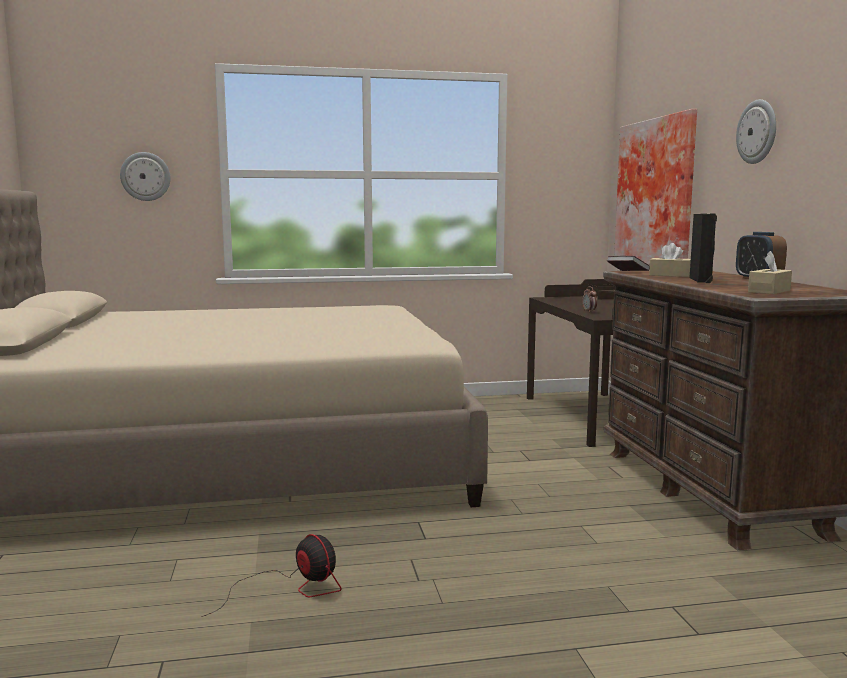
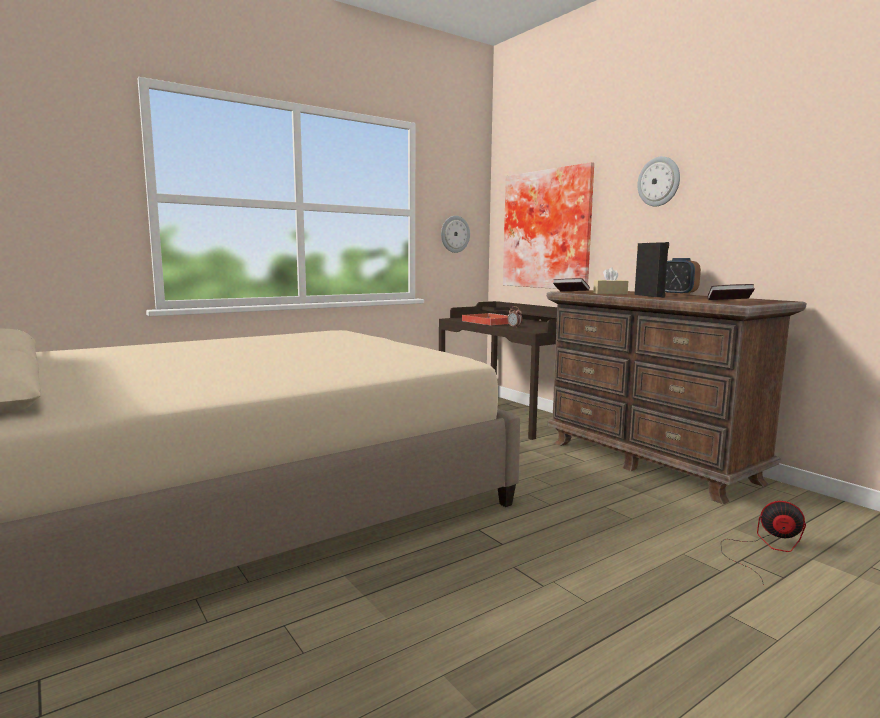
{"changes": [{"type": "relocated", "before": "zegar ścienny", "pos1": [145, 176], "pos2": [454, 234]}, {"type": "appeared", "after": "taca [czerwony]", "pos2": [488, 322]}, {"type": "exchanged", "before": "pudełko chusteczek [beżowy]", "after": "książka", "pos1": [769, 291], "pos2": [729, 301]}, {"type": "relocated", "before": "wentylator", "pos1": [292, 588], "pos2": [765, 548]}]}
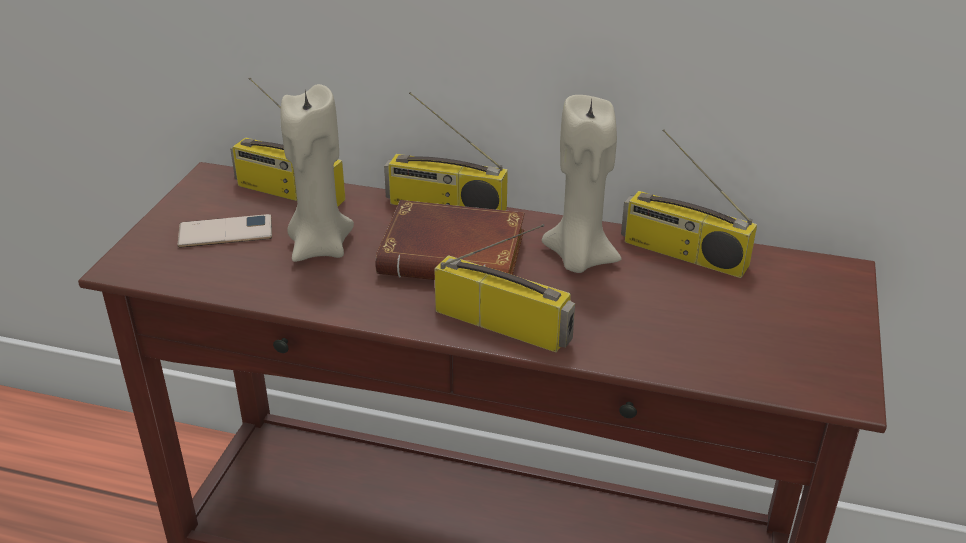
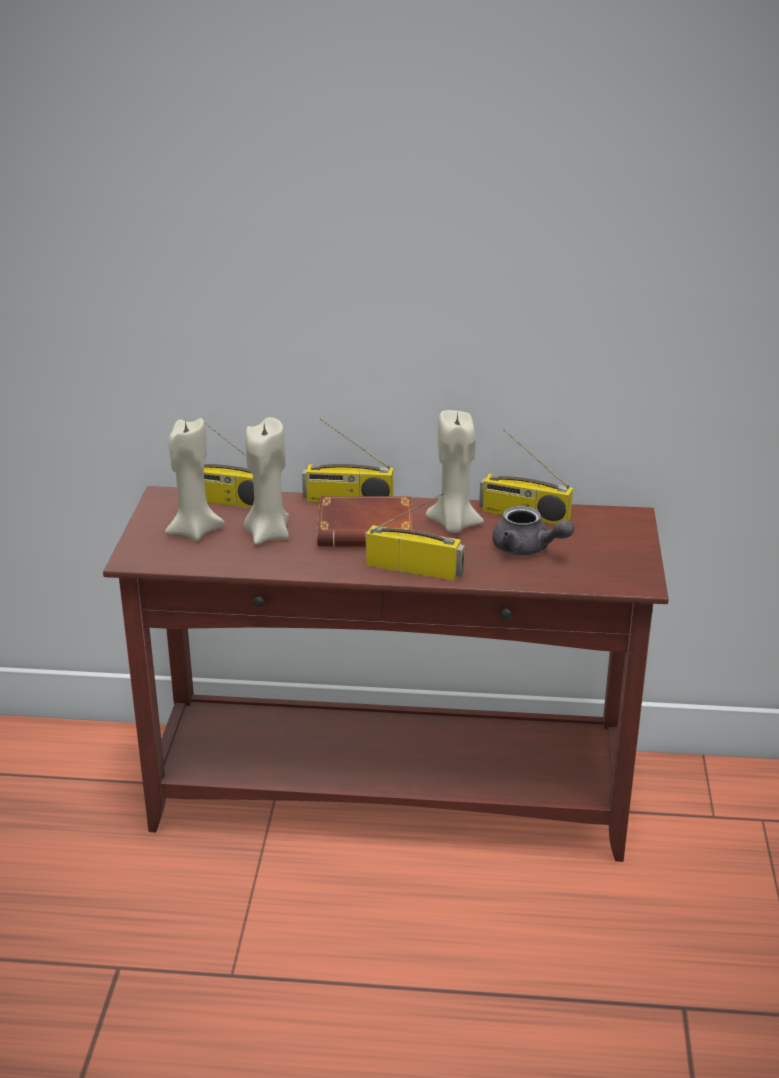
{"changes": [{"type": "exchanged", "before": "telefon", "after": "świeca [beżowy]", "pos1": [225, 232], "pos2": [194, 531]}, {"type": "appeared", "after": "imbryk [szary]", "pos2": [527, 549]}]}
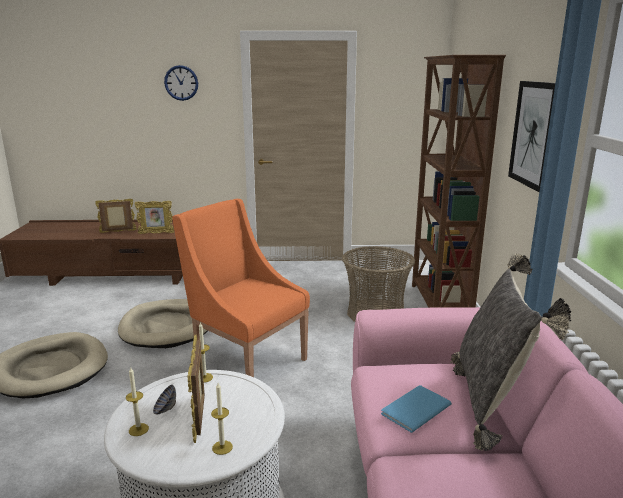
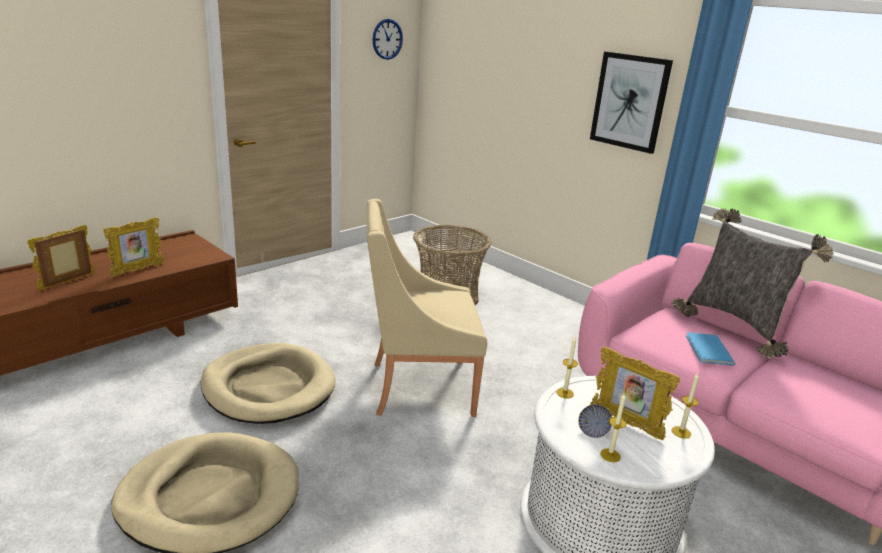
{"changes": [{"type": "colour", "before": "fotel [pomarańczowy]", "after": "fotel [beżowy]", "pos1": [246, 363], "pos2": [417, 387]}, {"type": "relocated", "before": "zegar ścienny", "pos1": [181, 83], "pos2": [387, 39]}, {"type": "missing", "before": "regał [brązowy]", "pos1": [439, 304]}]}
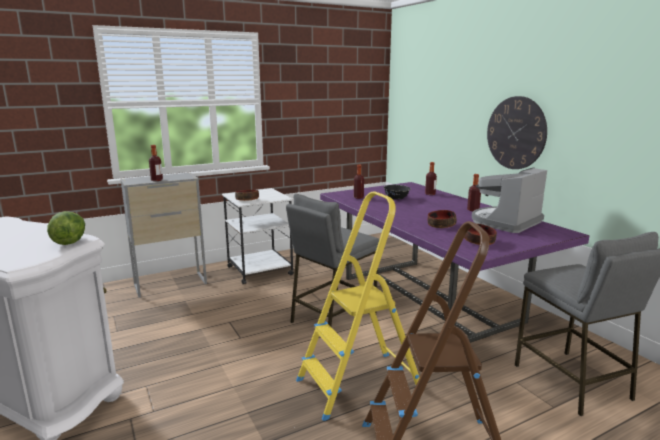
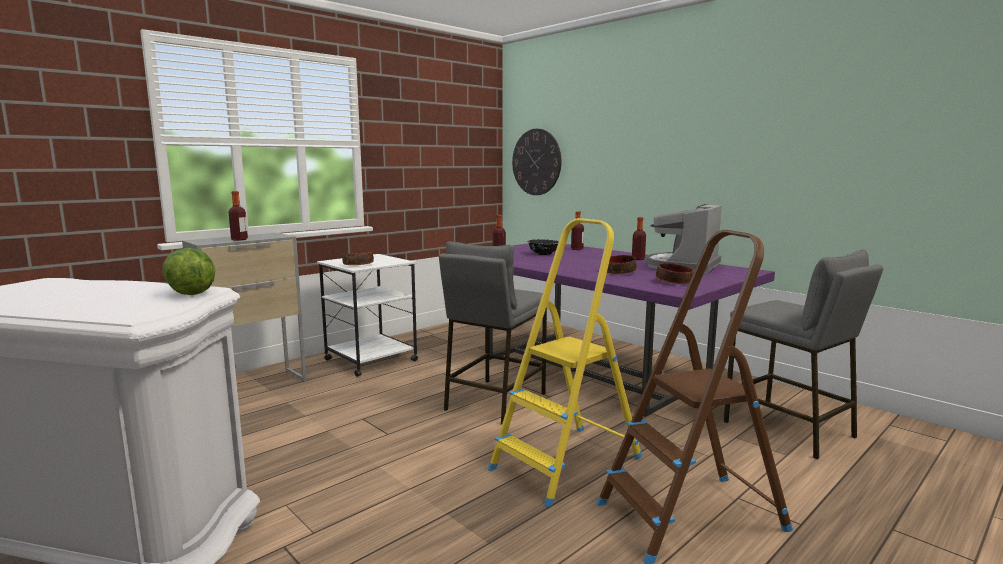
{"changes": [{"type": "relocated", "before": "zegar ścienny", "pos1": [516, 133], "pos2": [536, 162]}]}
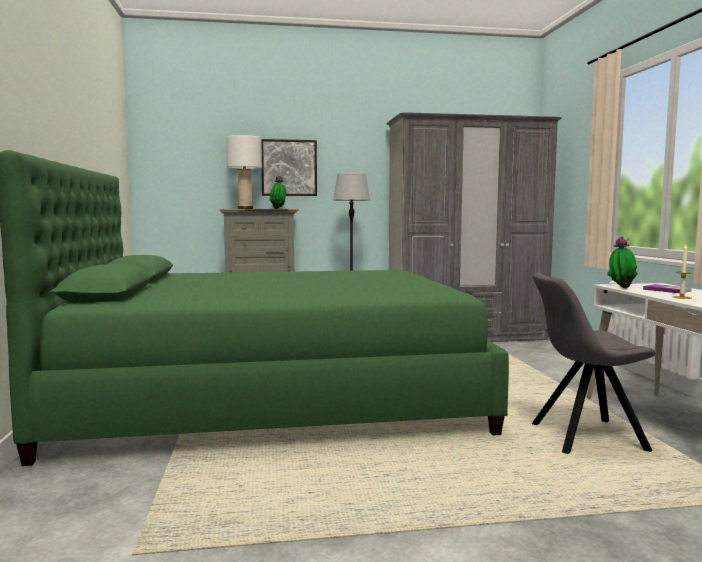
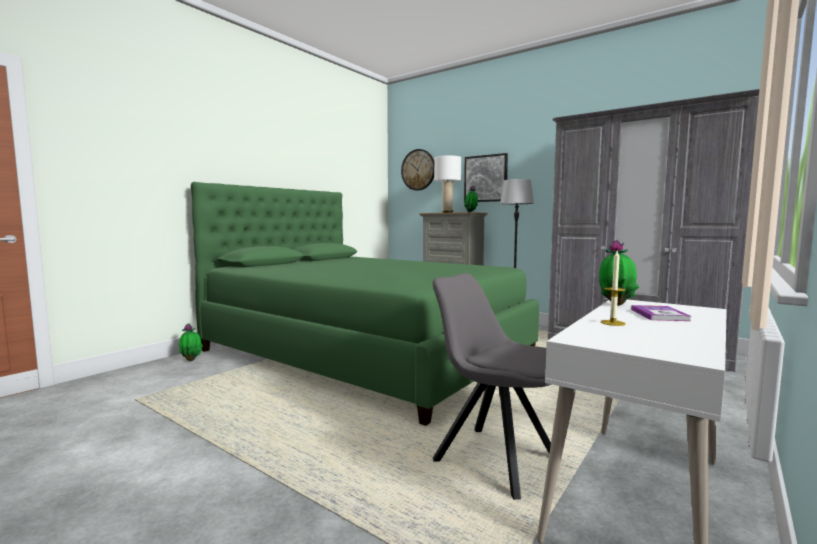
{"changes": [{"type": "appeared", "after": "roślina doniczkowa", "pos2": [191, 360]}, {"type": "appeared", "after": "zegar ścienny", "pos2": [418, 170]}]}
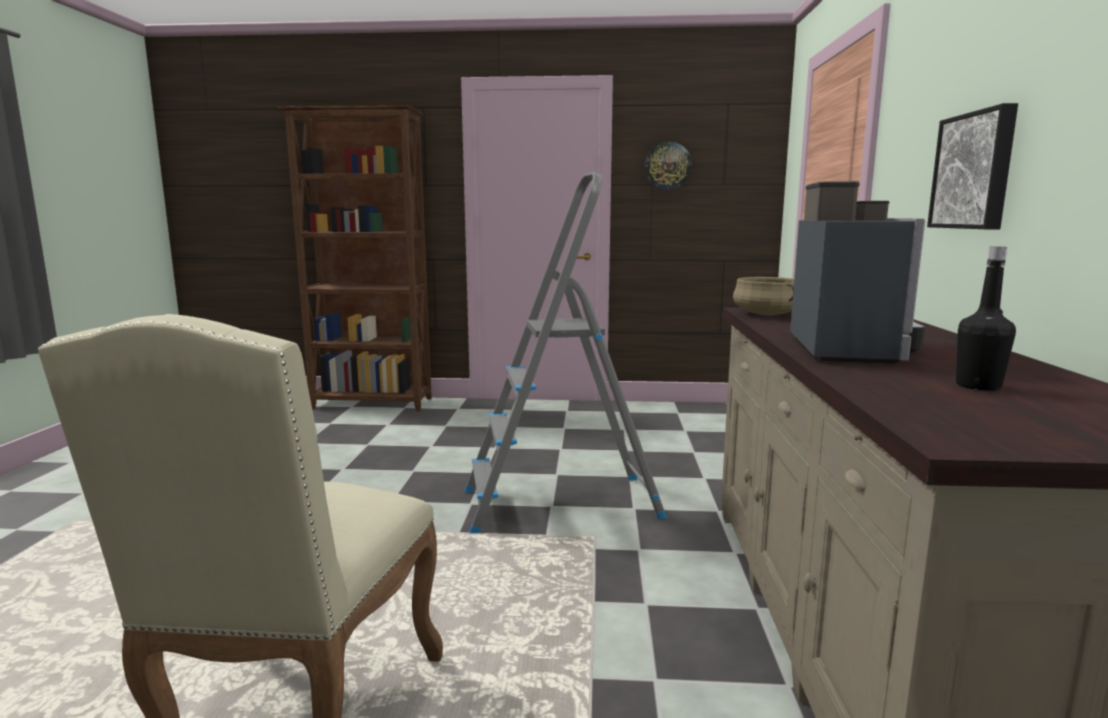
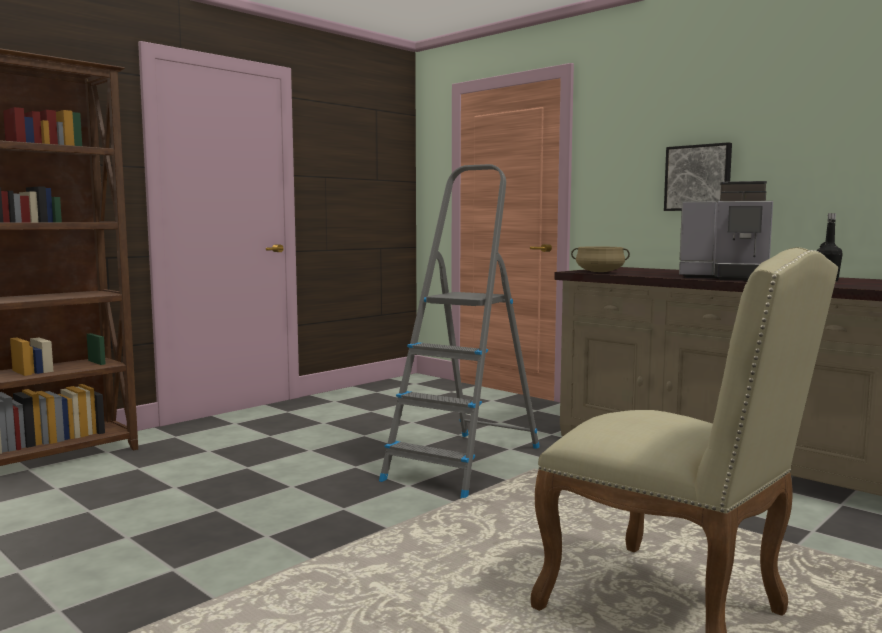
{"changes": [{"type": "spun", "before": "ekspres do kawy", "pos1": [851, 348], "pos2": [726, 277], "turn": 150}, {"type": "missing", "before": "zegar ścienny", "pos1": [667, 165]}]}
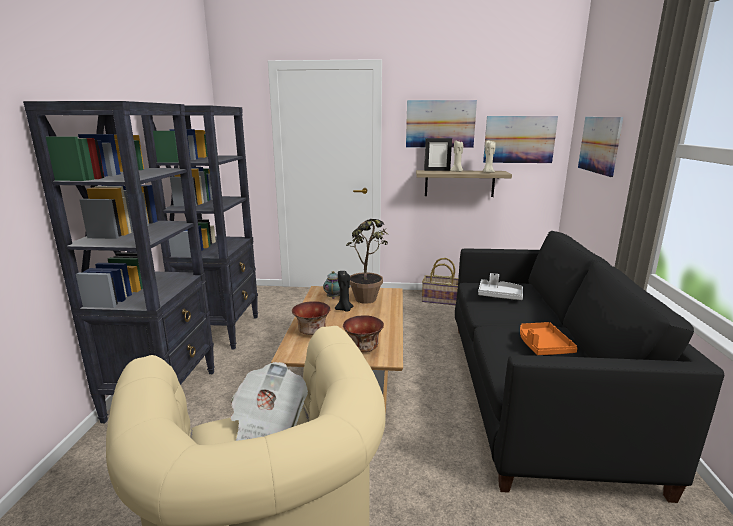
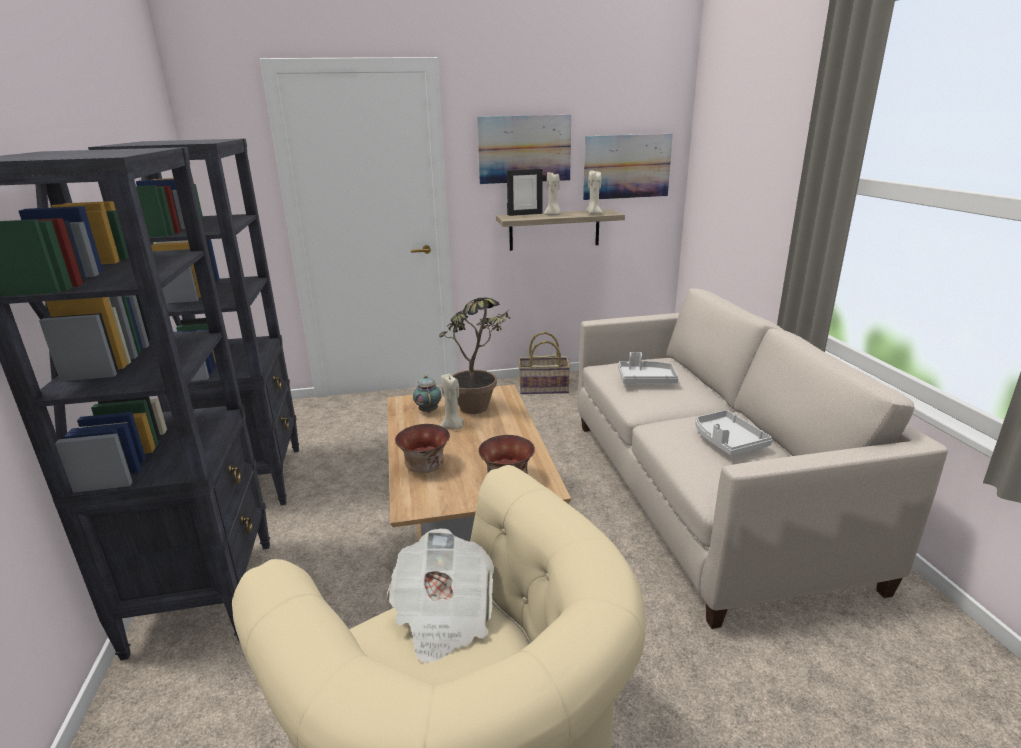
{"changes": [{"type": "colour", "before": "świeca [czarny]", "after": "świeca [beżowy]", "pos1": [344, 309], "pos2": [453, 427]}, {"type": "colour", "before": "kanapa [czarny]", "after": "kanapa [beżowy]", "pos1": [536, 392], "pos2": [703, 494]}, {"type": "colour", "before": "taca [pomarańczowy]", "after": "taca [szary]", "pos1": [542, 346], "pos2": [727, 441]}, {"type": "missing", "before": "obraz", "pos1": [599, 145]}]}
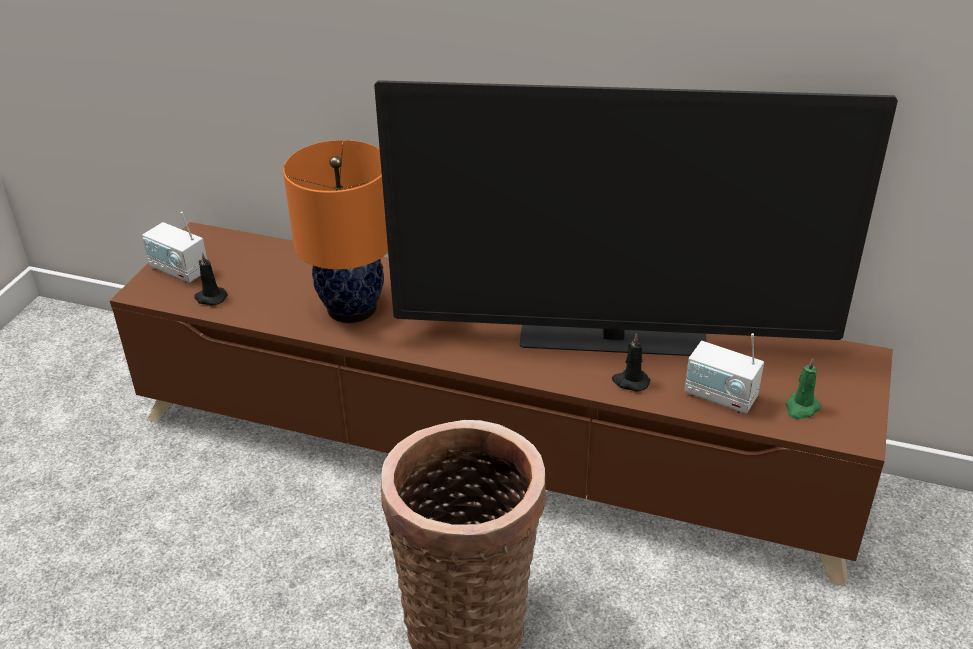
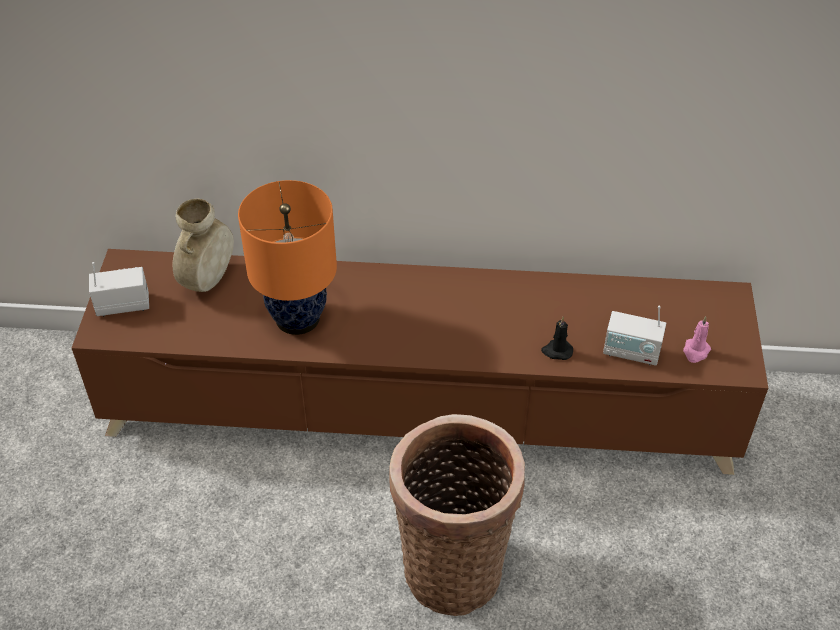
{"changes": [{"type": "spun", "before": "radio", "pos1": [179, 270], "pos2": [123, 305], "turn": 150}, {"type": "appeared", "after": "wazon [beżowy]", "pos2": [208, 280]}, {"type": "colour", "before": "świeca [zielony]", "after": "świeca [różowy]", "pos1": [801, 408], "pos2": [695, 351]}, {"type": "missing", "before": "świeca [czarny]", "pos1": [210, 298]}, {"type": "missing", "before": "telewizor", "pos1": [612, 342]}]}
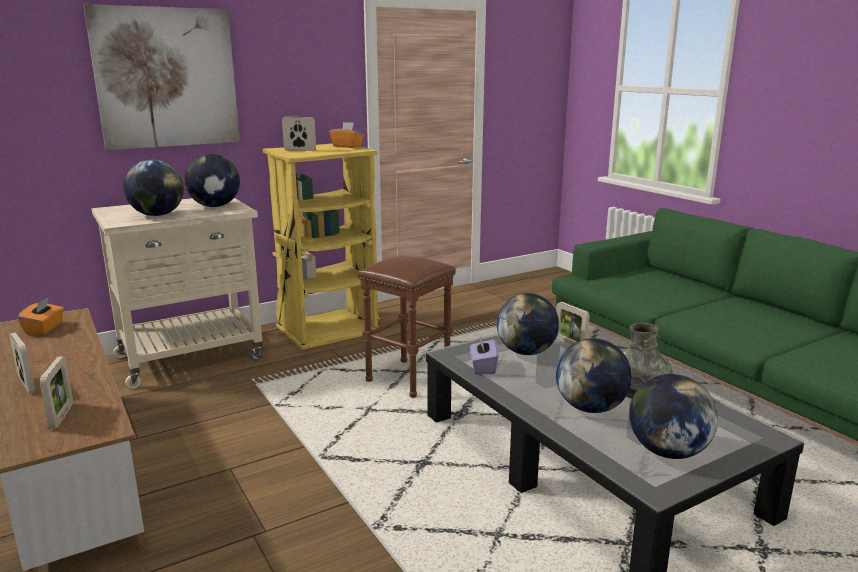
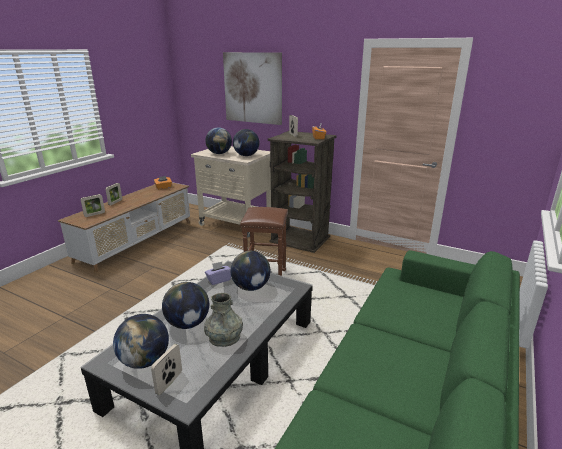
{"changes": [{"type": "relocated", "before": "ramka na zdjęcie", "pos1": [570, 343], "pos2": [169, 383]}, {"type": "colour", "before": "regał [żółty]", "after": "regał [brązowy]", "pos1": [329, 328], "pos2": [300, 239]}]}
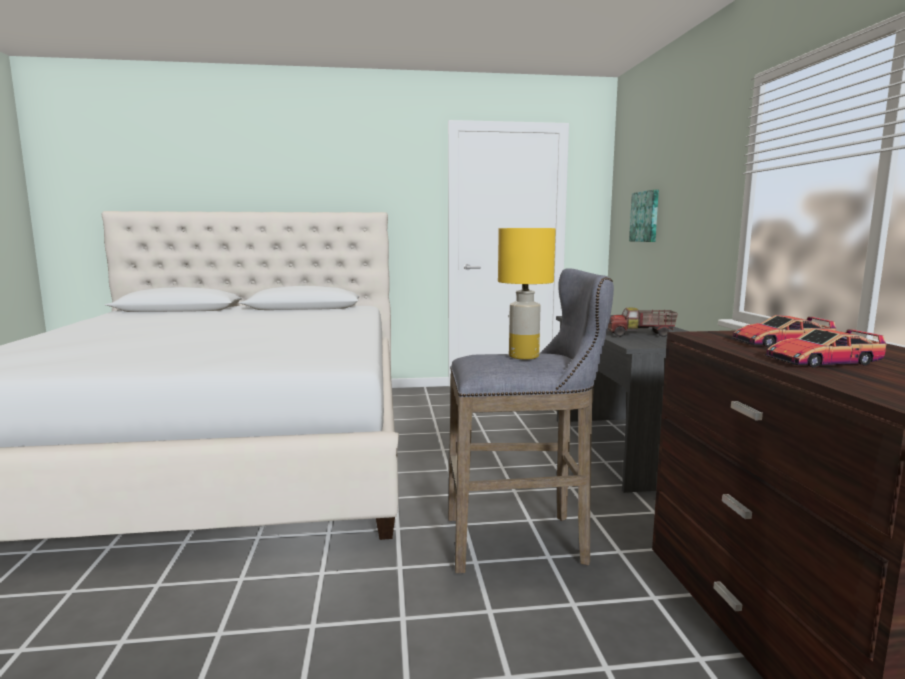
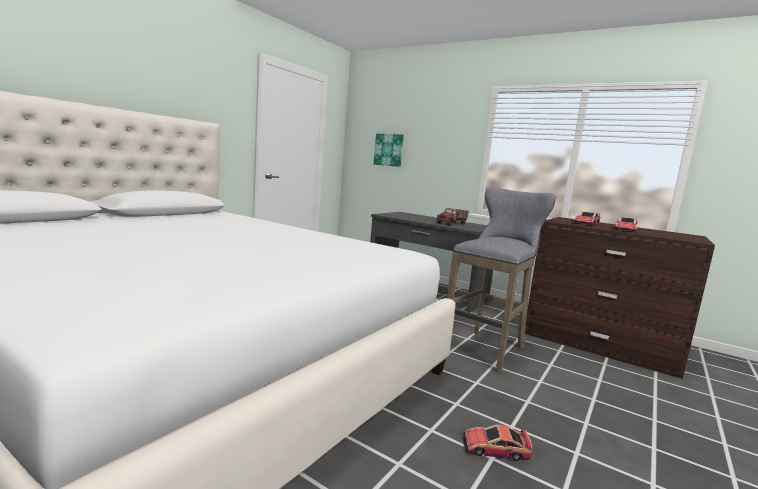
{"changes": [{"type": "appeared", "after": "samochodzik", "pos2": [494, 449]}, {"type": "missing", "before": "lampa stołowa [żółty]", "pos1": [523, 356]}]}
